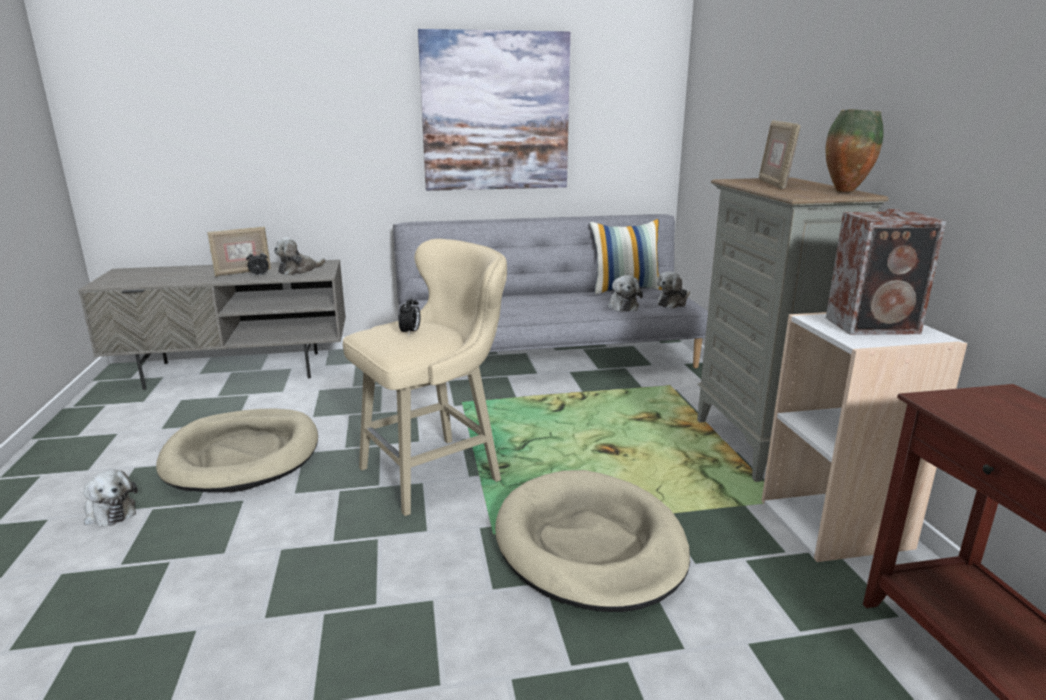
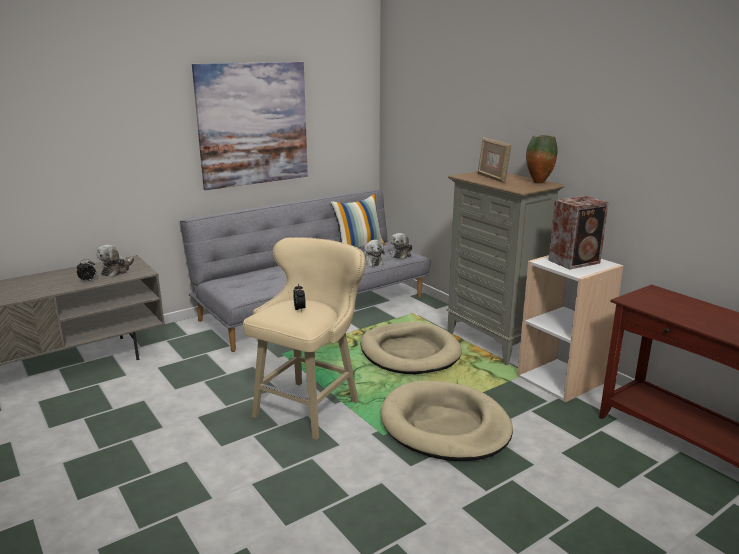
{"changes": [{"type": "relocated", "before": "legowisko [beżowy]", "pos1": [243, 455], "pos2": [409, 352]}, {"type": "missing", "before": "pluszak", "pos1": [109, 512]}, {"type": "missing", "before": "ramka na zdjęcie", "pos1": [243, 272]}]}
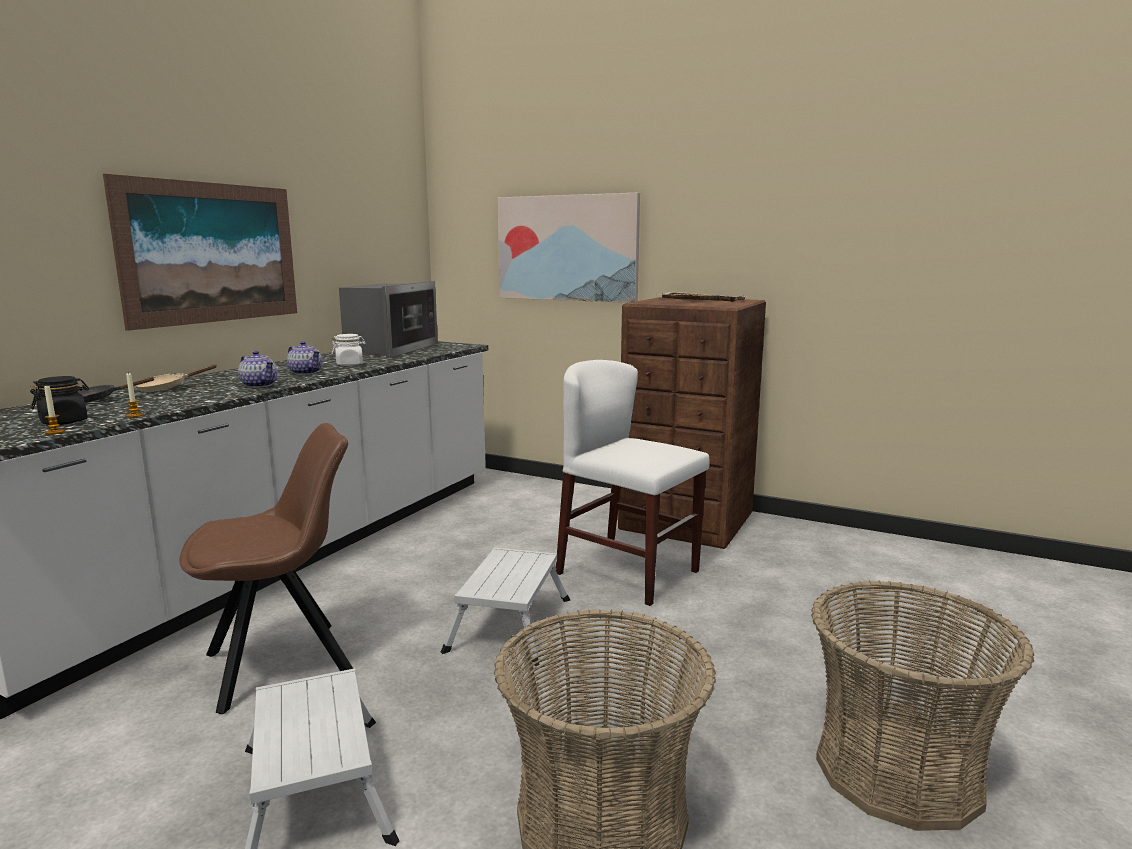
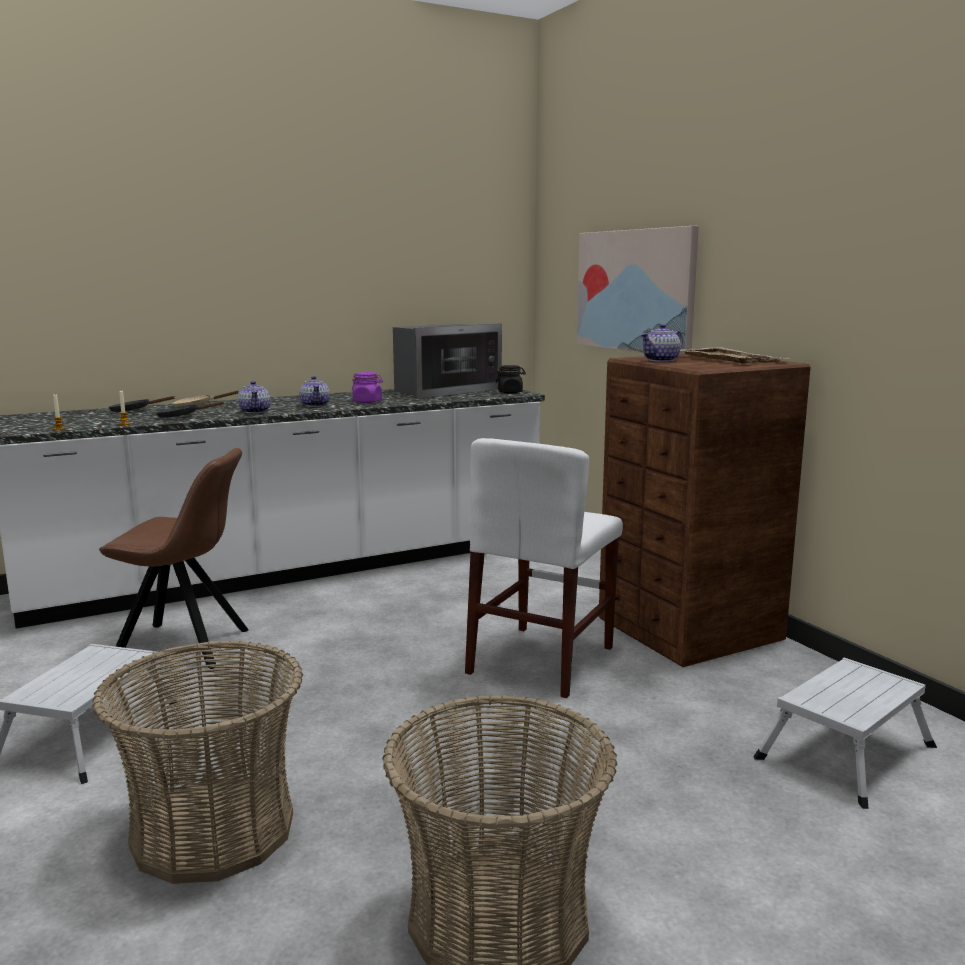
{"changes": [{"type": "appeared", "after": "patelnia [czarny]", "pos2": [182, 417]}, {"type": "colour", "before": "słoik [biały]", "after": "słoik [fioletowy]", "pos1": [349, 364], "pos2": [367, 401]}, {"type": "spun", "before": "krzesło [biały]", "pos1": [628, 572], "pos2": [541, 660], "turn": -135}, {"type": "relocated", "before": "słoik [czarny]", "pos1": [64, 422], "pos2": [510, 392]}, {"type": "appeared", "after": "imbryk", "pos2": [661, 360]}, {"type": "relocated", "before": "drabinka [biały]", "pos1": [509, 625], "pos2": [845, 752]}, {"type": "missing", "before": "obraz", "pos1": [212, 253]}]}
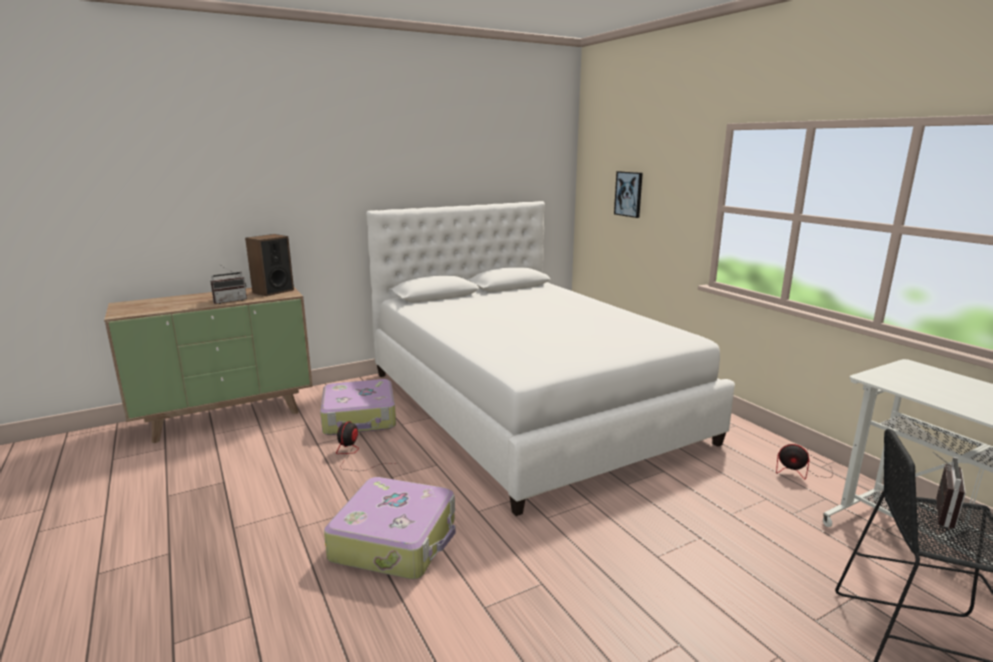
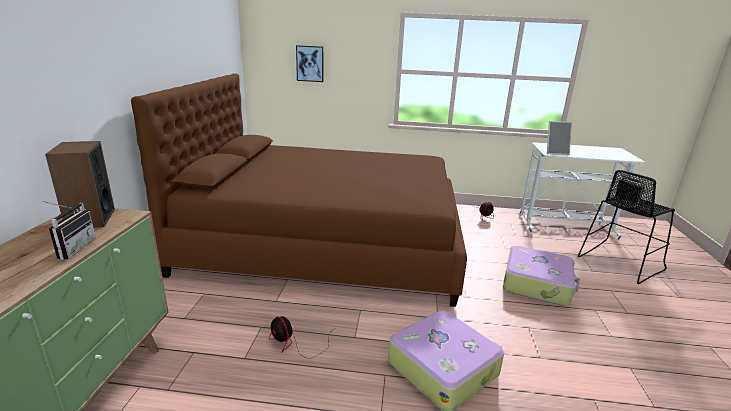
{"changes": [{"type": "colour", "before": "łóżko [biały]", "after": "łóżko [brązowy]", "pos1": [528, 405], "pos2": [325, 242]}, {"type": "relocated", "before": "walizka", "pos1": [360, 418], "pos2": [537, 283]}, {"type": "appeared", "after": "ramka na zdjęcie", "pos2": [555, 152]}]}
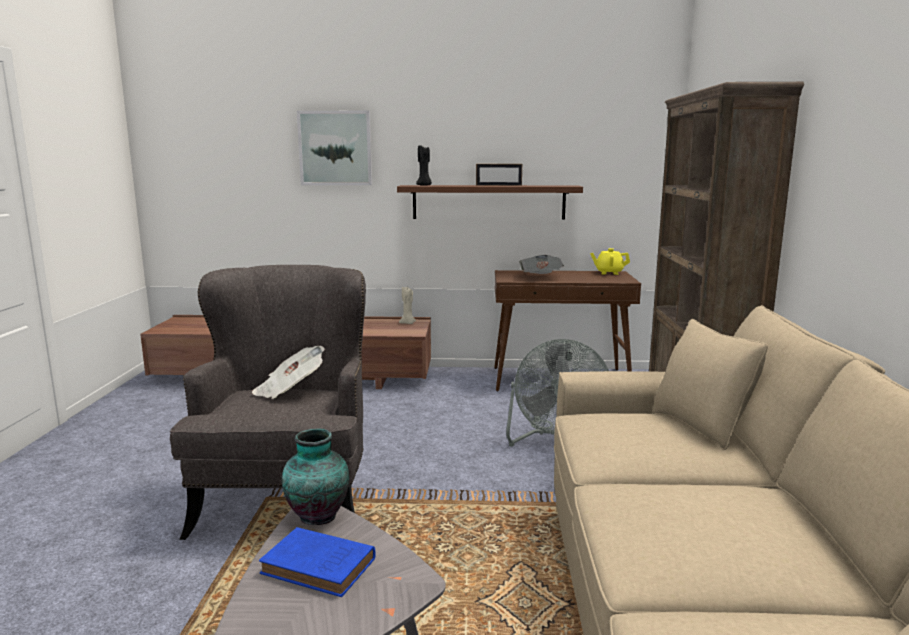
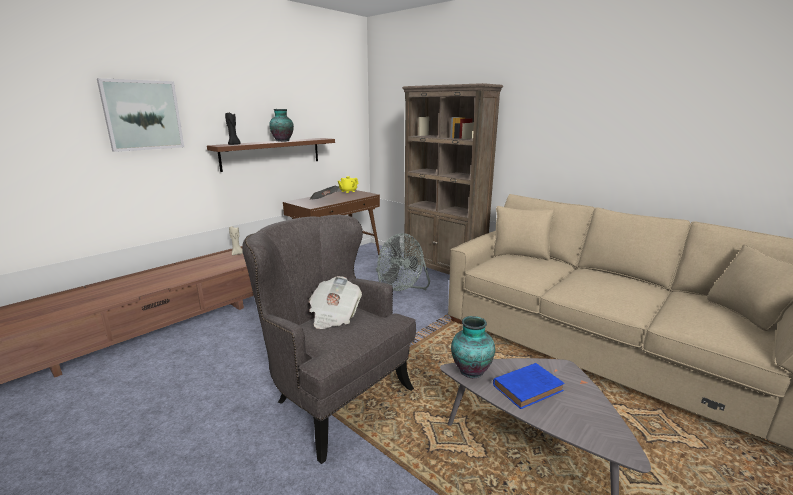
{"changes": [{"type": "exchanged", "before": "ramka na zdjęcie", "after": "wazon", "pos1": [498, 185], "pos2": [283, 141]}]}
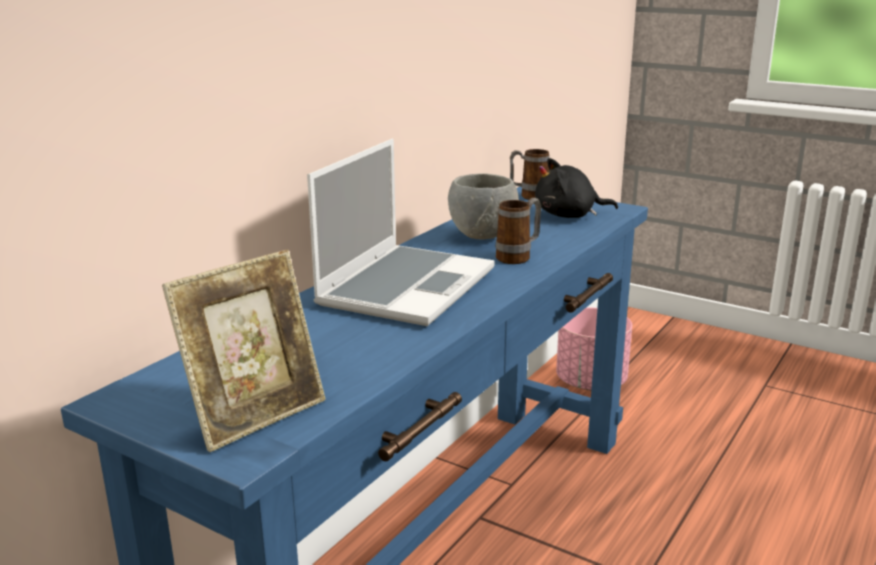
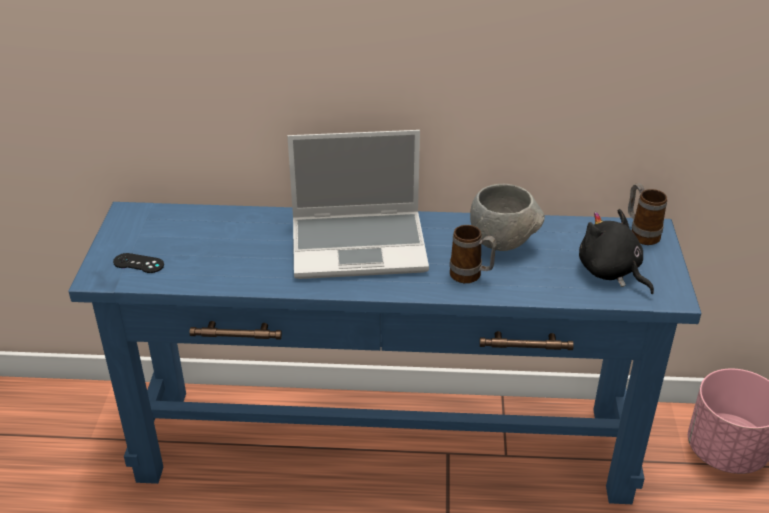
{"changes": [{"type": "exchanged", "before": "ramka na zdjęcie", "after": "pad do gier [czarny]", "pos1": [256, 415], "pos2": [138, 263]}]}
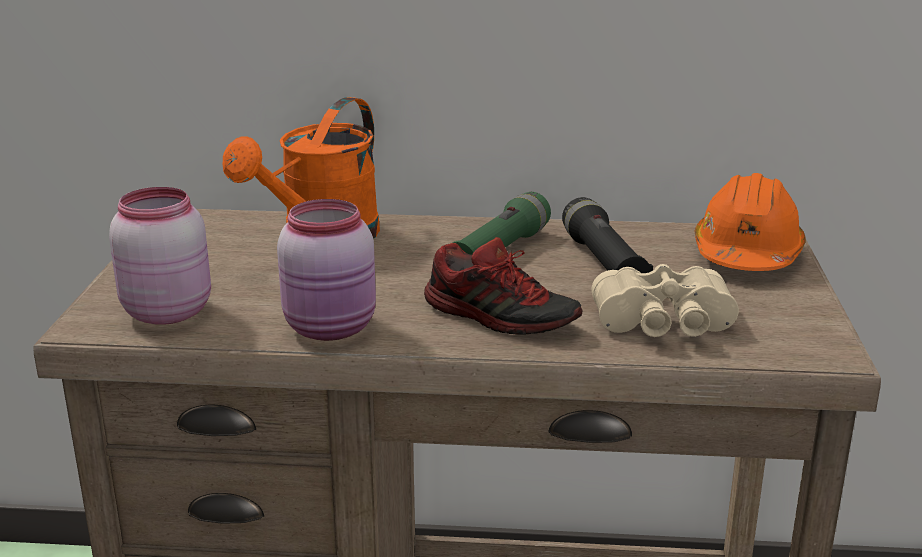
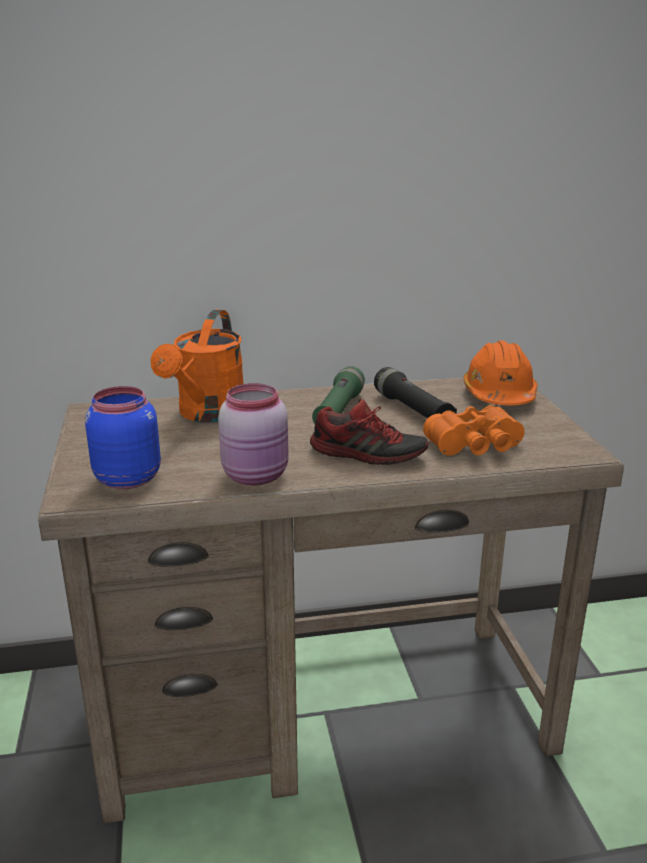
{"changes": [{"type": "colour", "before": "słoik [różowy]", "after": "słoik [niebieski]", "pos1": [166, 311], "pos2": [126, 478]}, {"type": "colour", "before": "lornetka [beżowy]", "after": "lornetka [pomarańczowy]", "pos1": [664, 325], "pos2": [476, 447]}]}
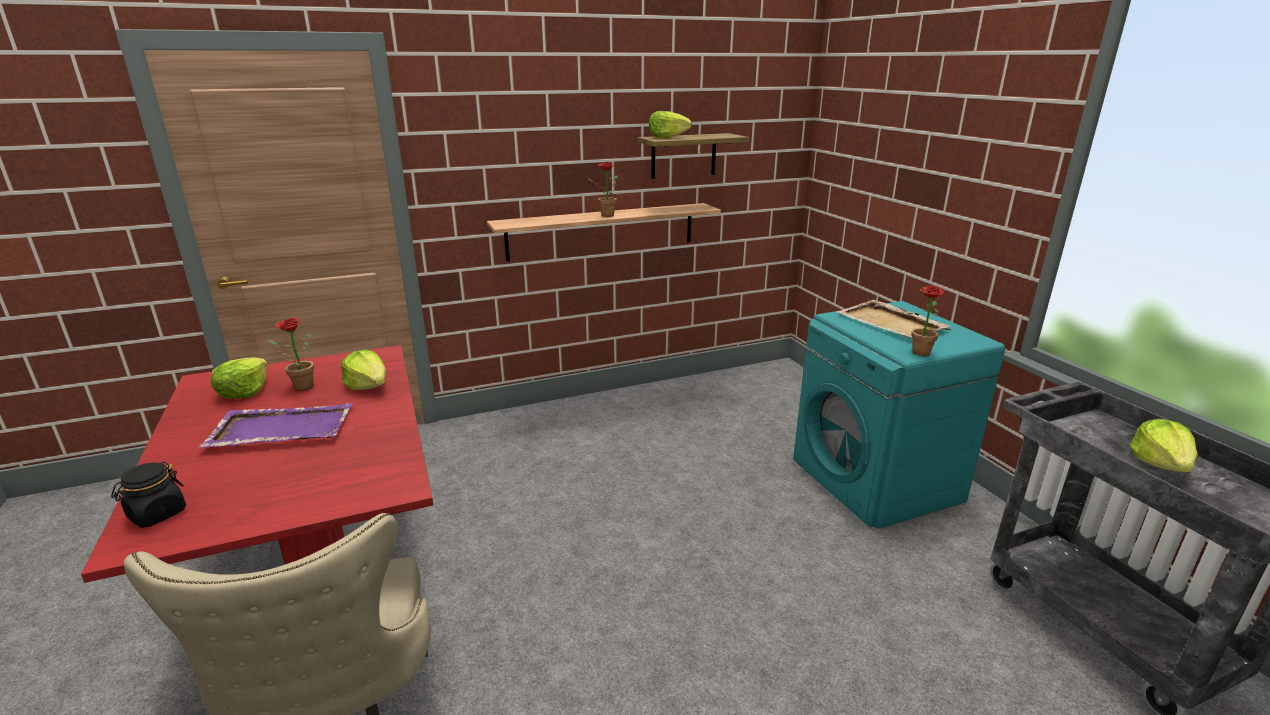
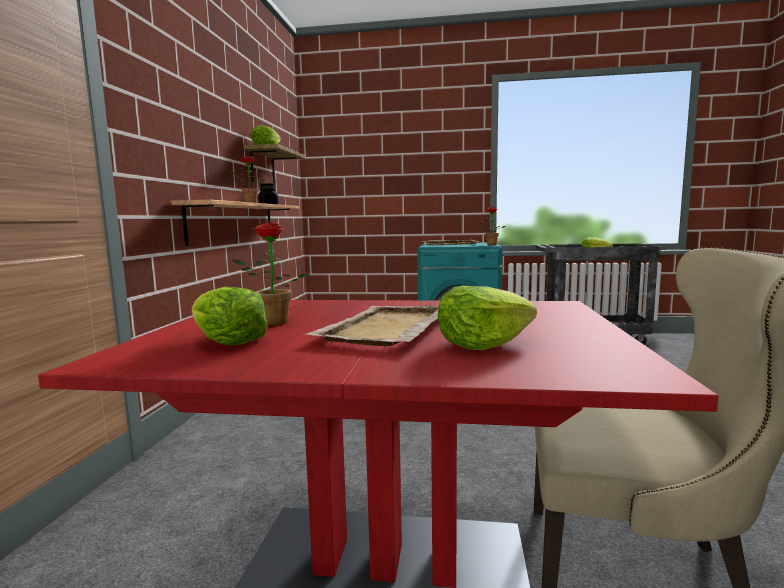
{"changes": [{"type": "relocated", "before": "słoik [czarny]", "pos1": [157, 514], "pos2": [269, 204]}, {"type": "colour", "before": "taca [fioletowy]", "after": "taca [beżowy]", "pos1": [280, 429], "pos2": [386, 328]}, {"type": "relocated", "before": "sałata", "pos1": [368, 386], "pos2": [482, 344]}]}
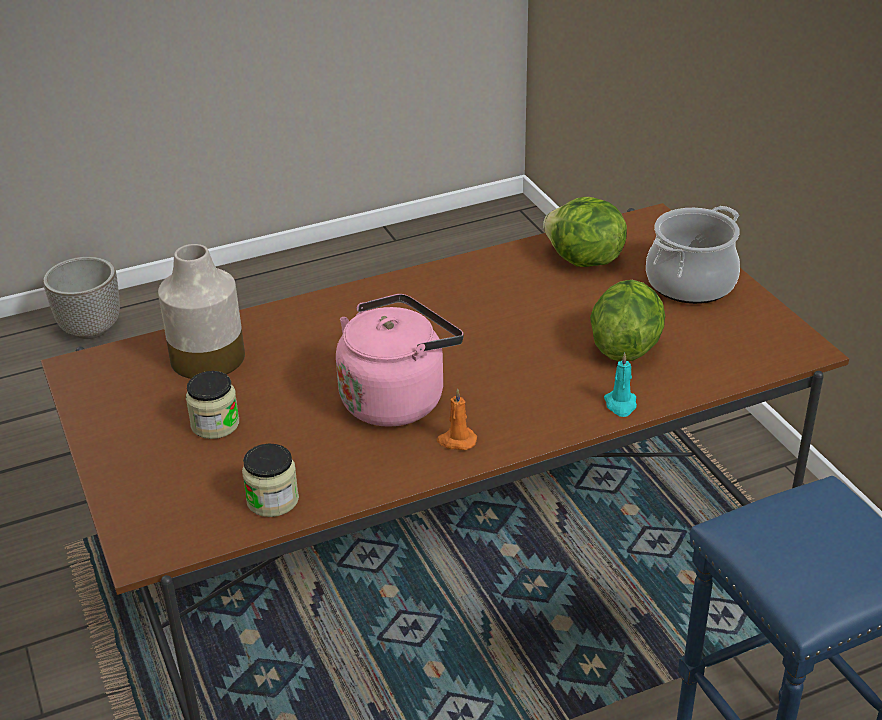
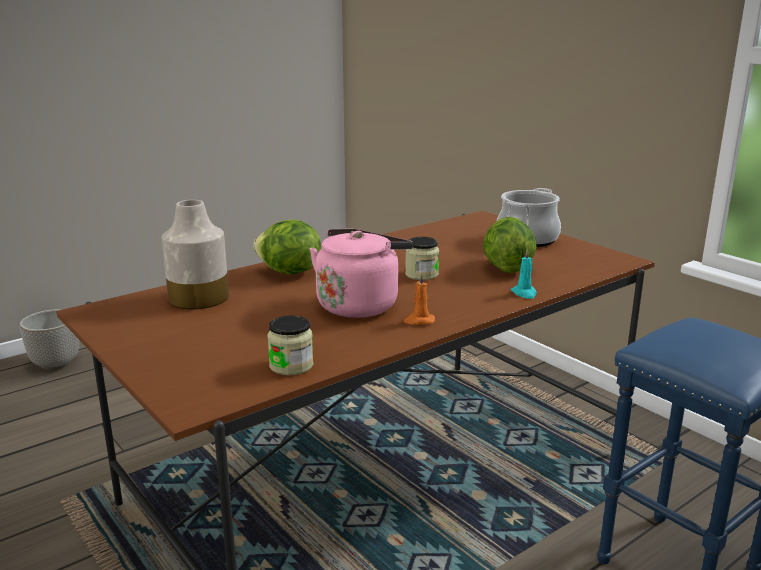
{"changes": [{"type": "relocated", "before": "sałata", "pos1": [583, 261], "pos2": [289, 273]}, {"type": "relocated", "before": "słoik", "pos1": [215, 424], "pos2": [421, 274]}]}
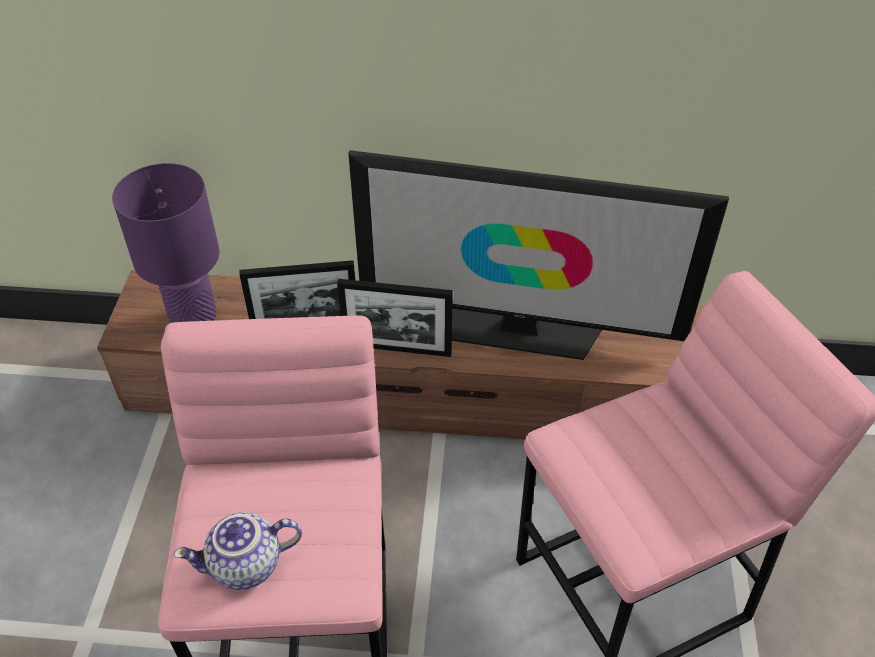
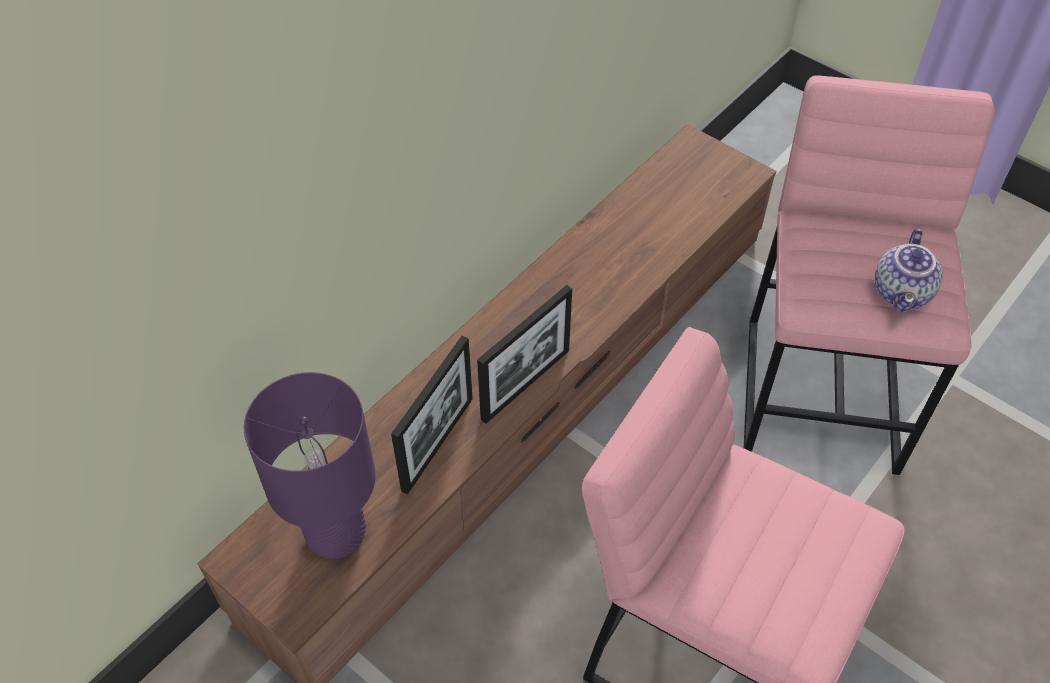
{"changes": [{"type": "relocated", "before": "imbryk", "pos1": [245, 566], "pos2": [903, 293]}, {"type": "missing", "before": "telewizor", "pos1": [519, 328]}]}
